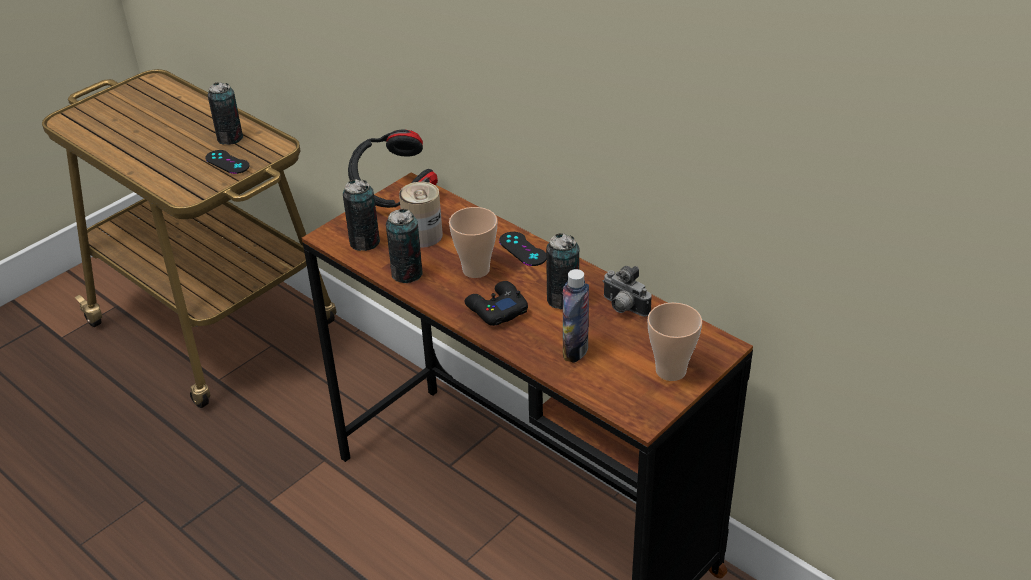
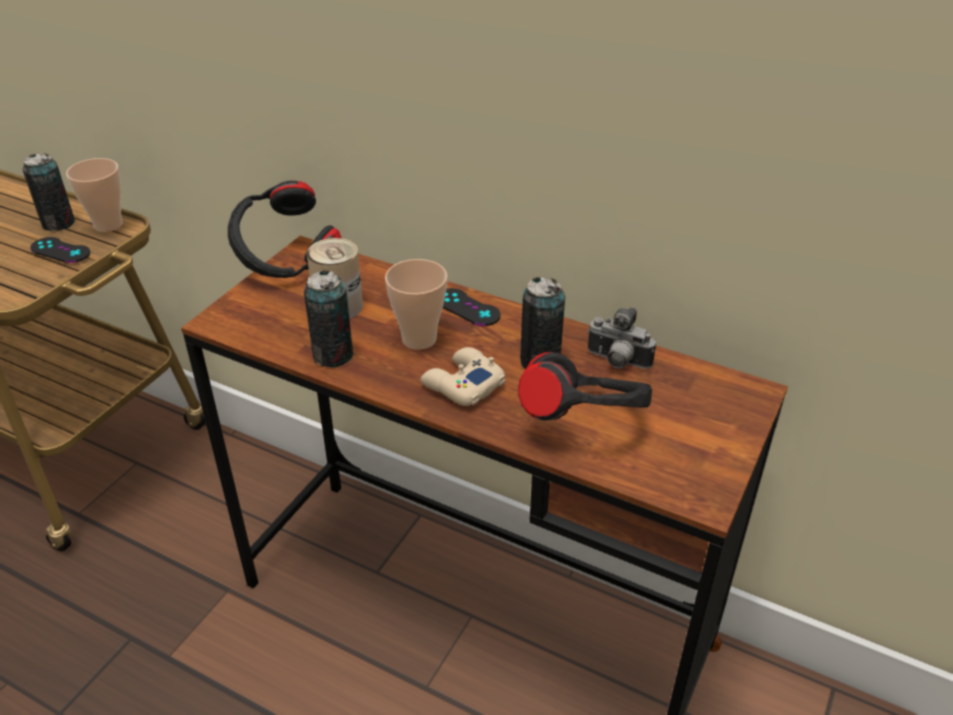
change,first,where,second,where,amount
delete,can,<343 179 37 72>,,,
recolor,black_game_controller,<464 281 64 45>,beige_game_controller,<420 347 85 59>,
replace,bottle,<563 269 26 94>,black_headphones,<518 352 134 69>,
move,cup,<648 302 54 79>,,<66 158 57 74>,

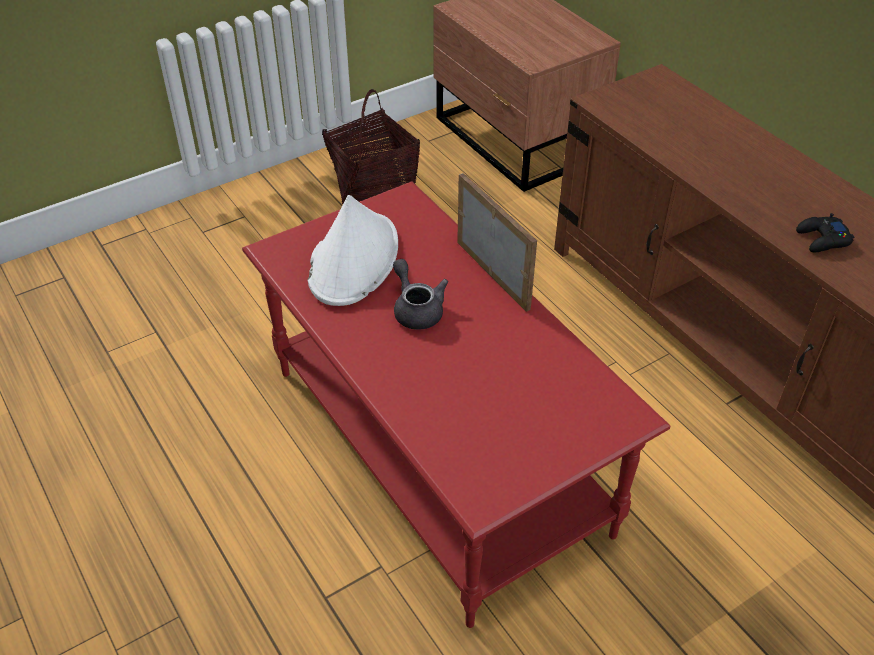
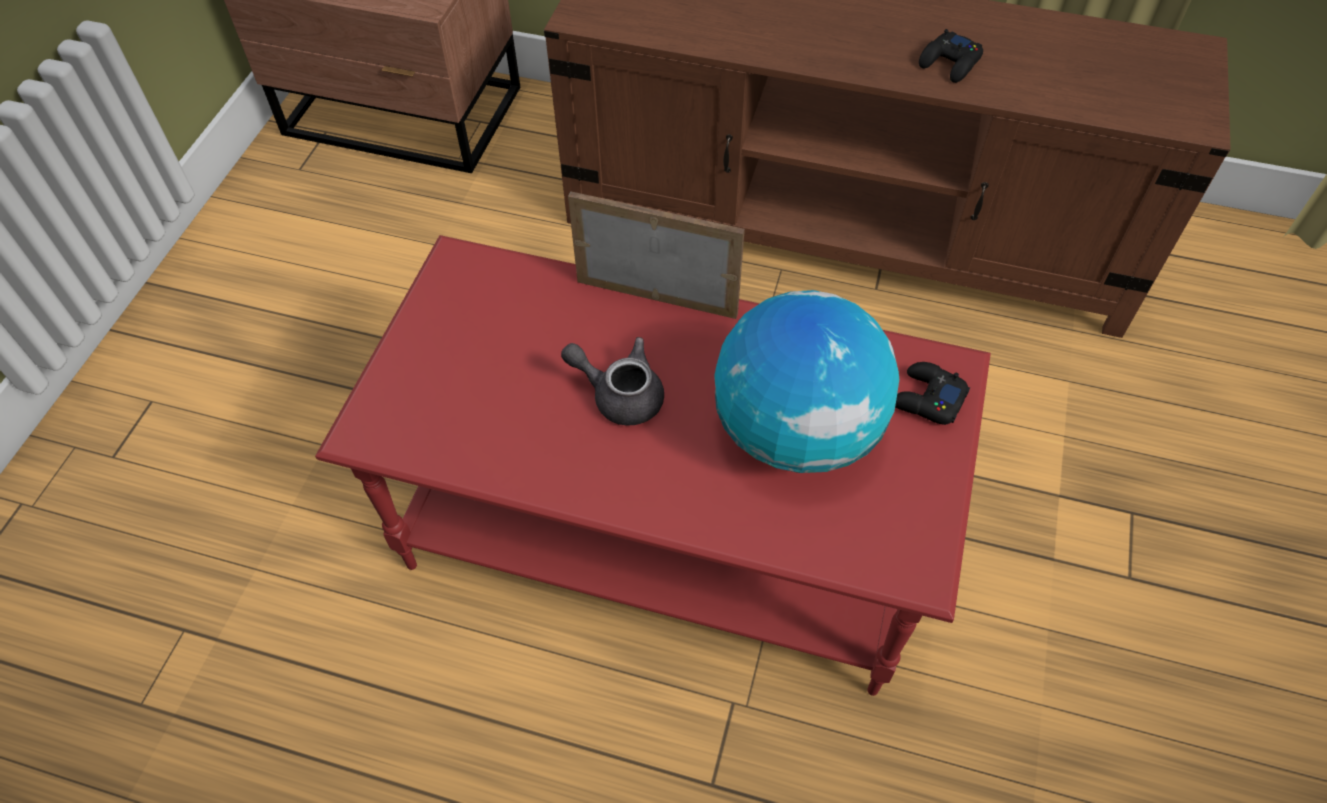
change,first,where,second,where,amount
delete,white_hat,<308 195 90 111>,,,
delete,basket,<322 89 98 115>,,,
insert,,,globe,<714 290 185 183>,
insert,,,black_game_controller,<895 362 75 63>,

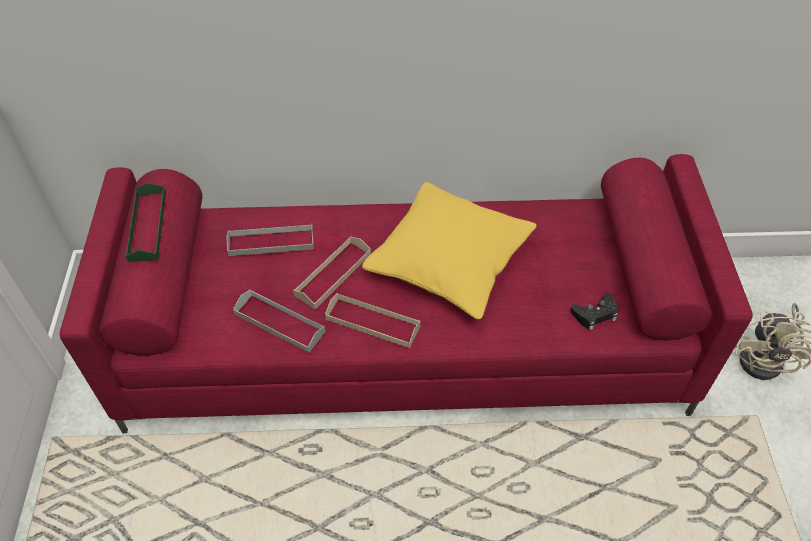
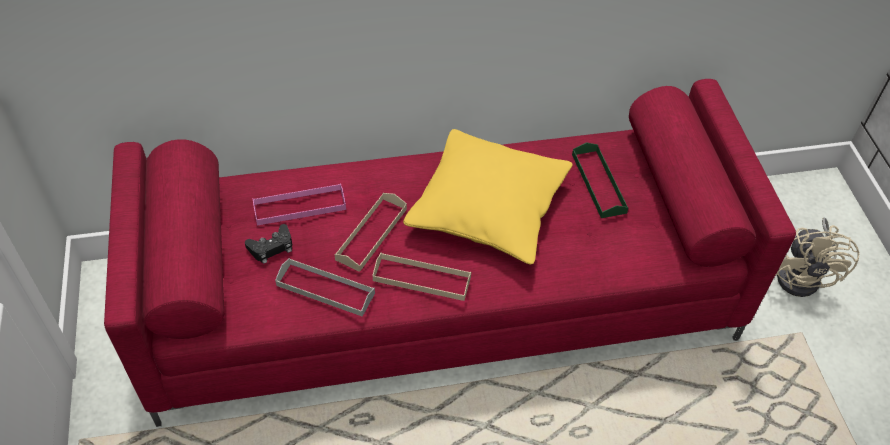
change,first,where,second,where,amount
move,green_tray,<125 183 41 79>,,<572 142 57 76>,
recolor,grey_tray,<227 225 87 31>,pink_tray,<253 183 93 42>,
move,black_game_controller,<571 293 48 37>,,<245 224 47 40>,

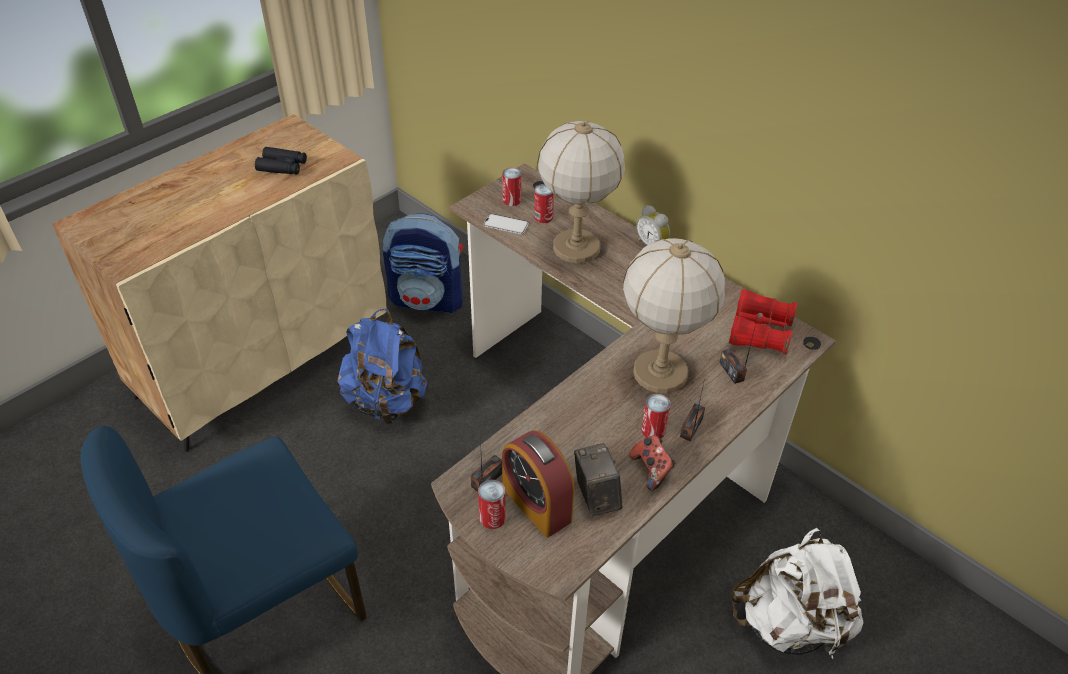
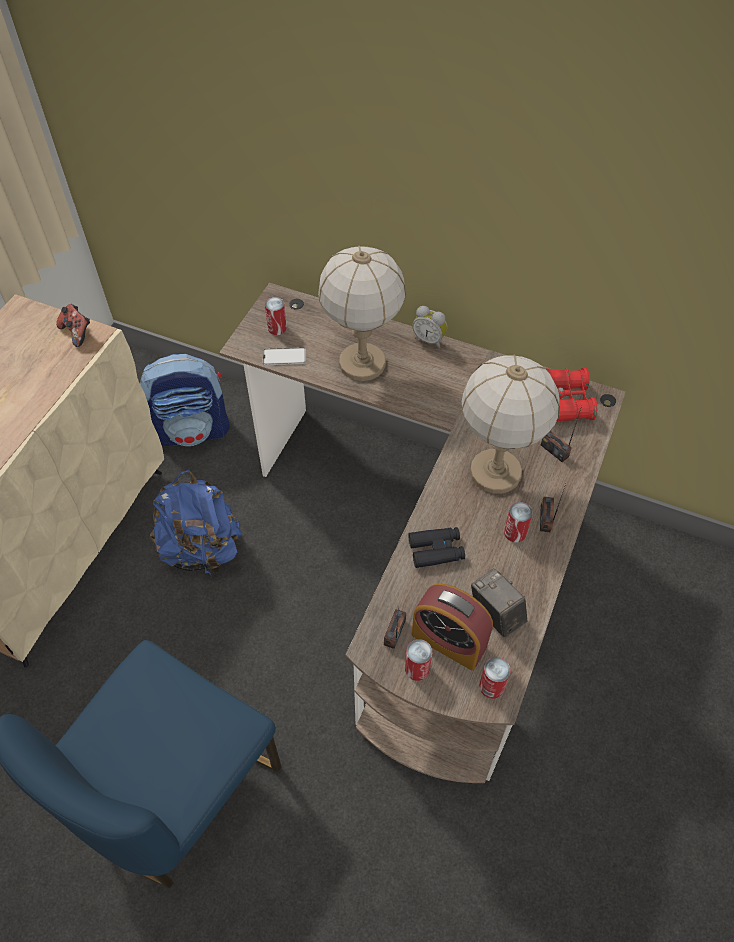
change,first,where,second,where,amount
move,black_binoculars,<255 147 52 28>,,<408 527 57 41>,
move,can,<534 184 20 39>,,<479 657 32 42>,
move,game_controller,<629 435 47 56>,,<56 304 34 43>,
delete,white_backpack,<732 528 132 131>,,,

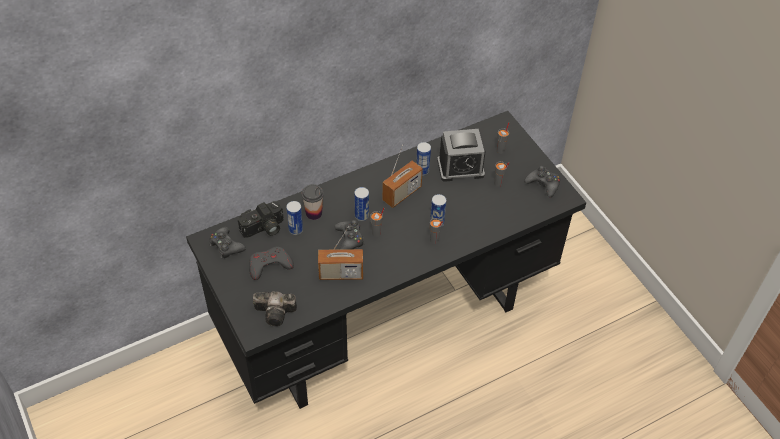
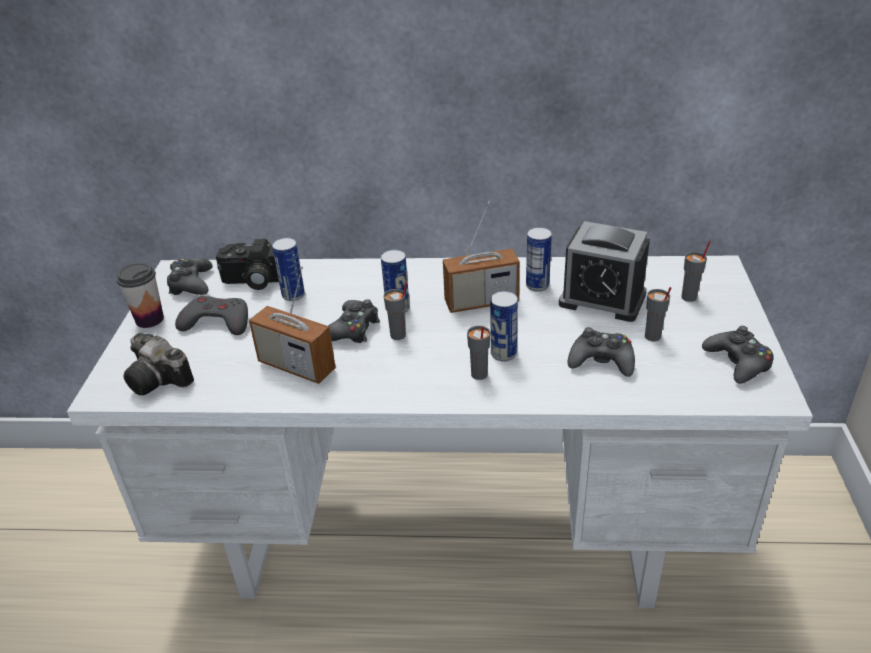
change,first,where,second,where,amount
recolor,black_desk,<186 111 400 298>,white_desk,<67 256 746 352>,
move,cup,<302 184 22 36>,,<116 263 48 65>,
insert,,,black_game_controller,<568 327 67 50>,

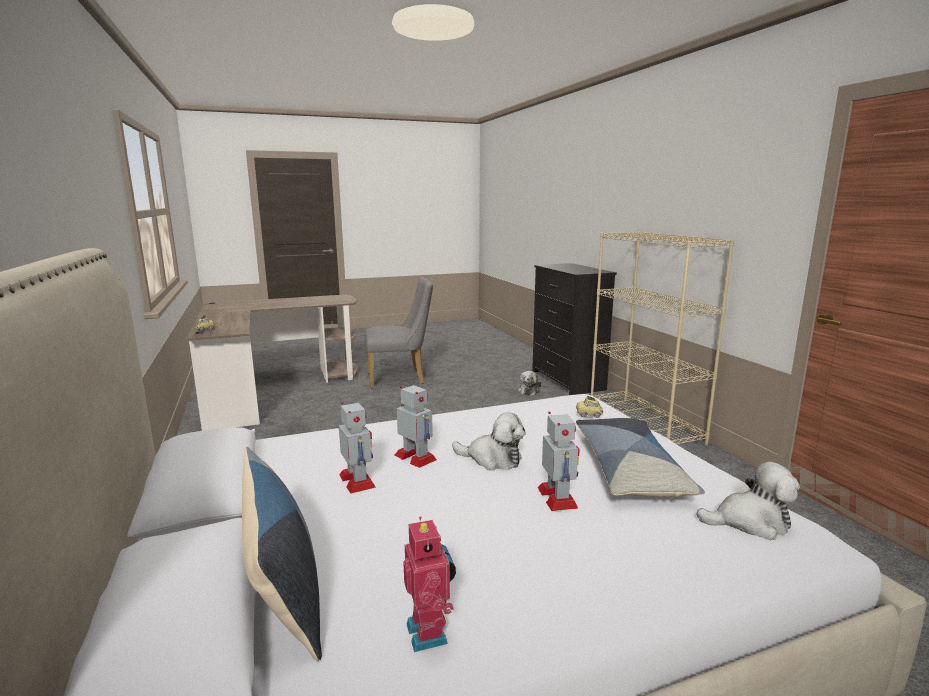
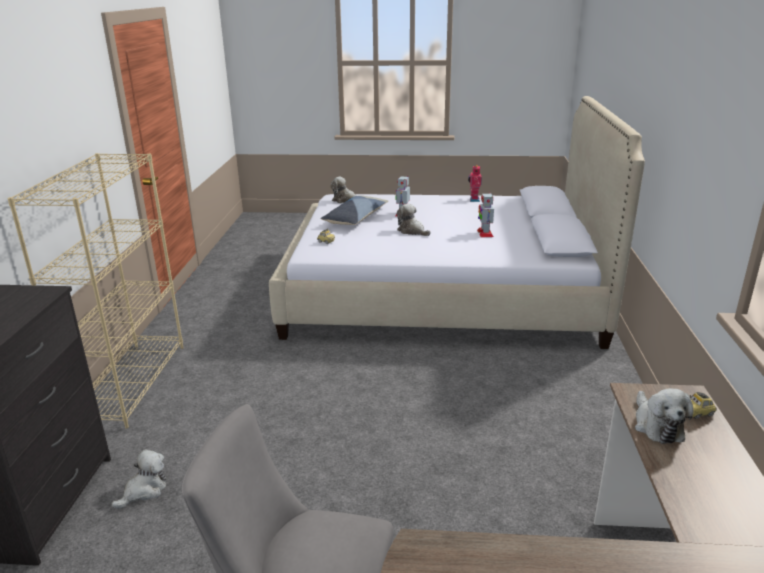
change,first,where,second,where,amount
delete,pillow,<242 447 80 214>,,,
delete,toy_robot,<395 385 42 83>,,,
insert,,,plush_toy,<635 388 58 56>,

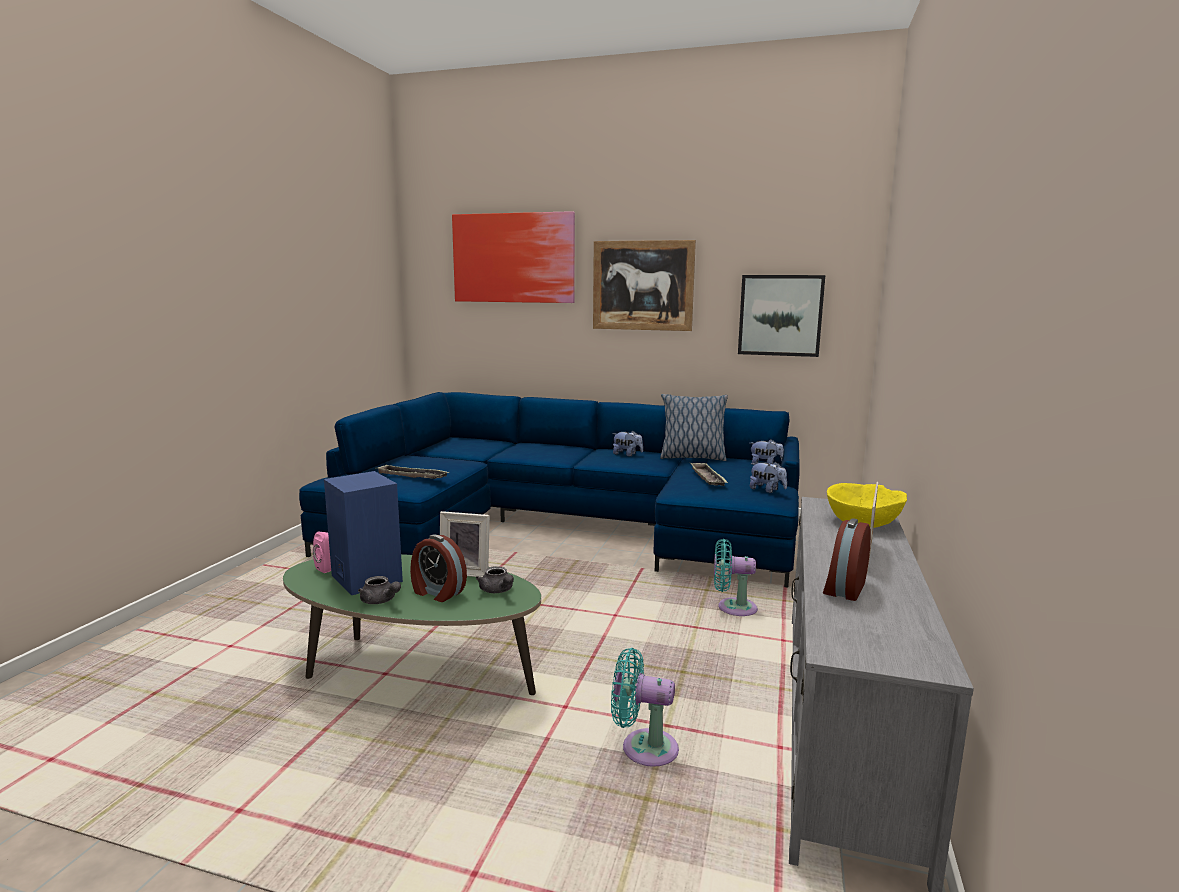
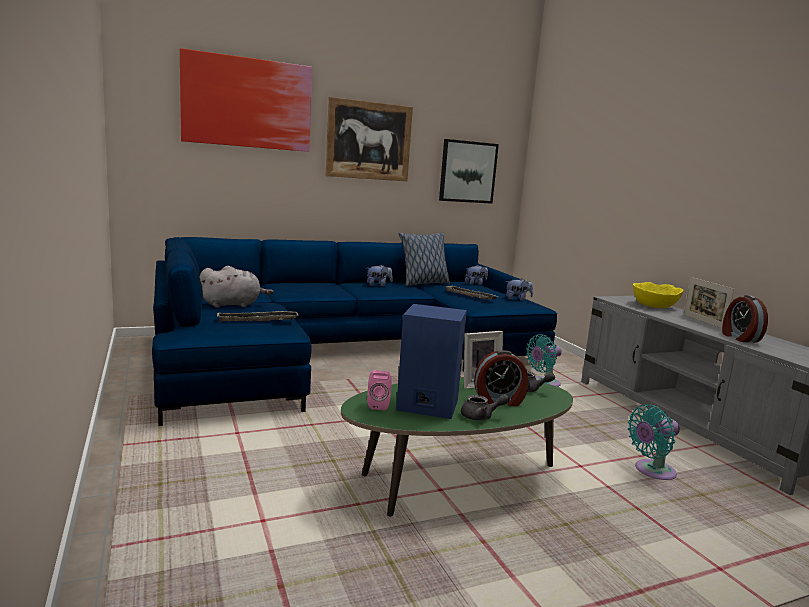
change,first,where,second,where,amount
insert,,,grey_plush_toy,<200 266 74 42>,

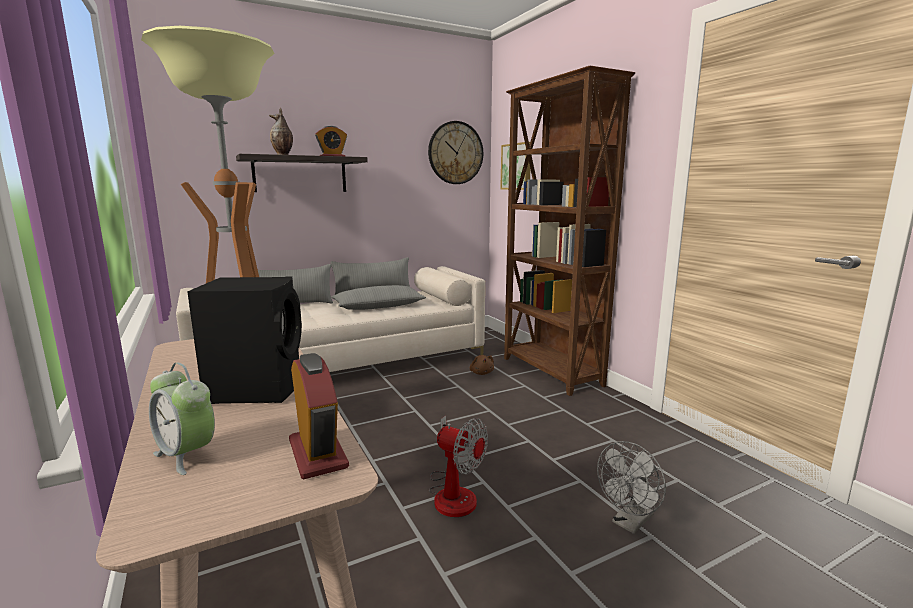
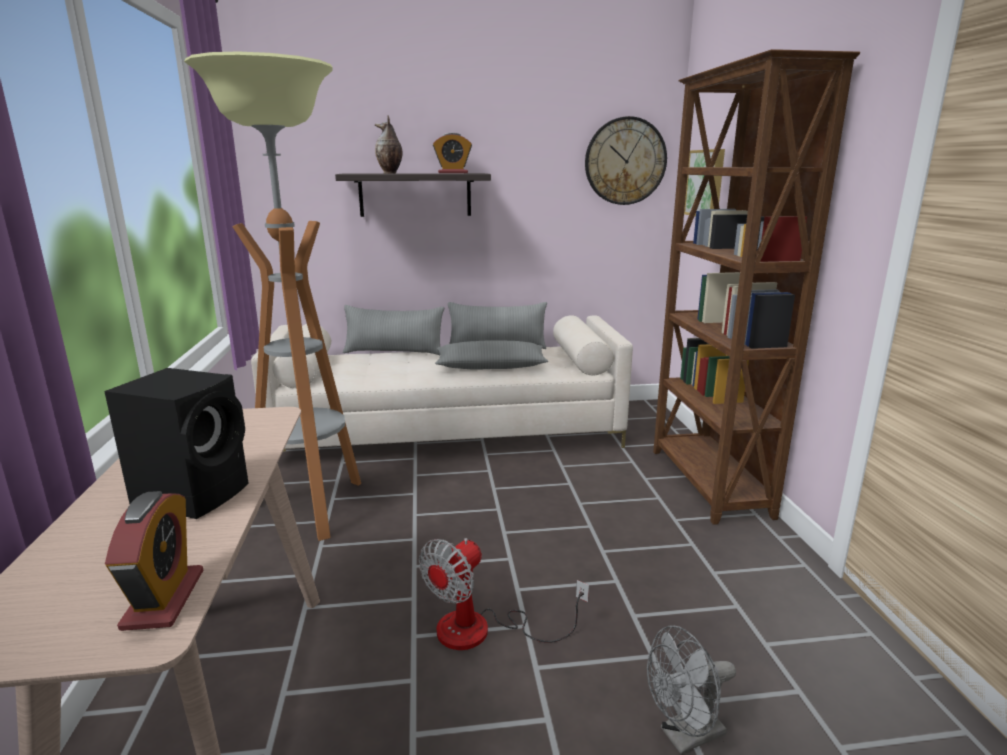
change,first,where,second,where,amount
delete,alarm_clock,<149 363 66 112>,,,
rotate,fan,<429 416 59 101>,,<419 538 170 112>,75 degrees clockwise
delete,brown_plush_toy,<470 355 24 20>,,,

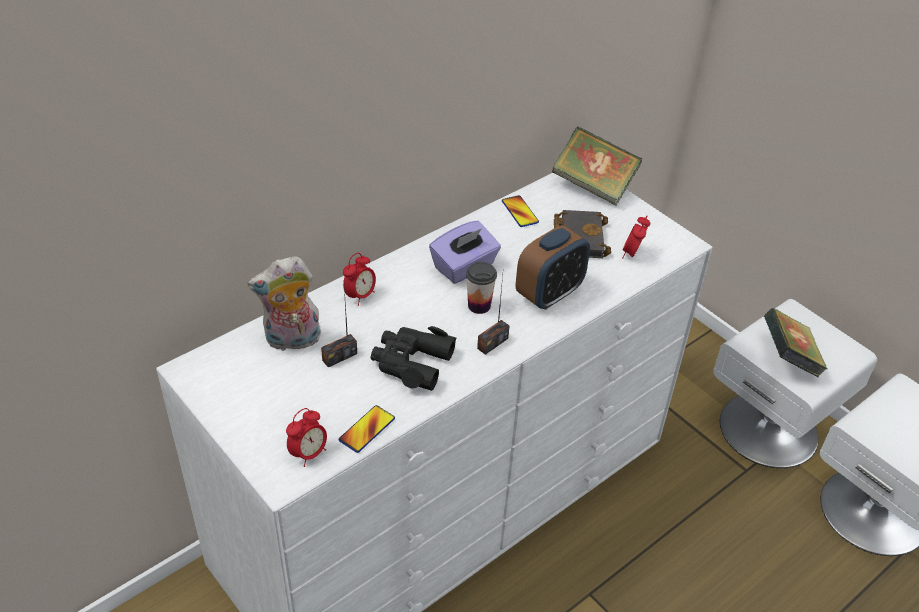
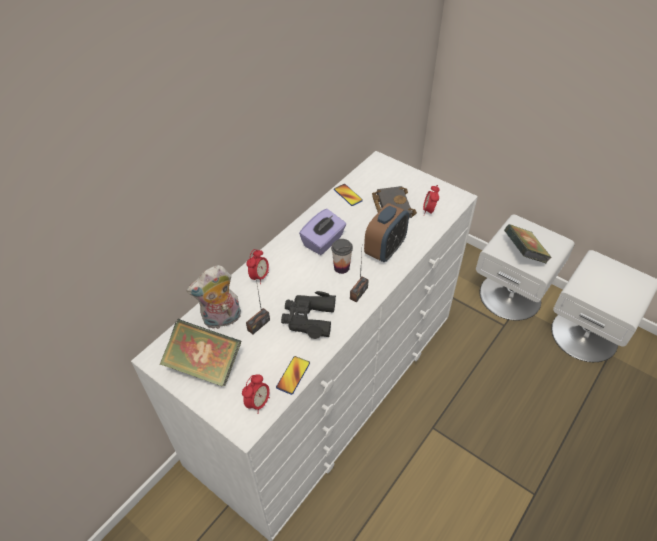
change,first,where,second,where,amount
move,book,<552 127 90 79>,,<160 319 81 68>,

